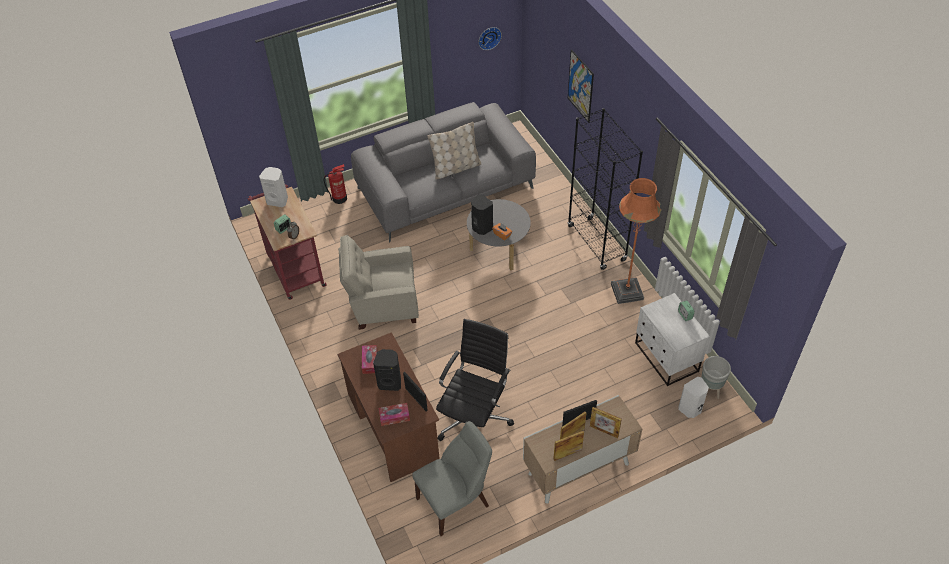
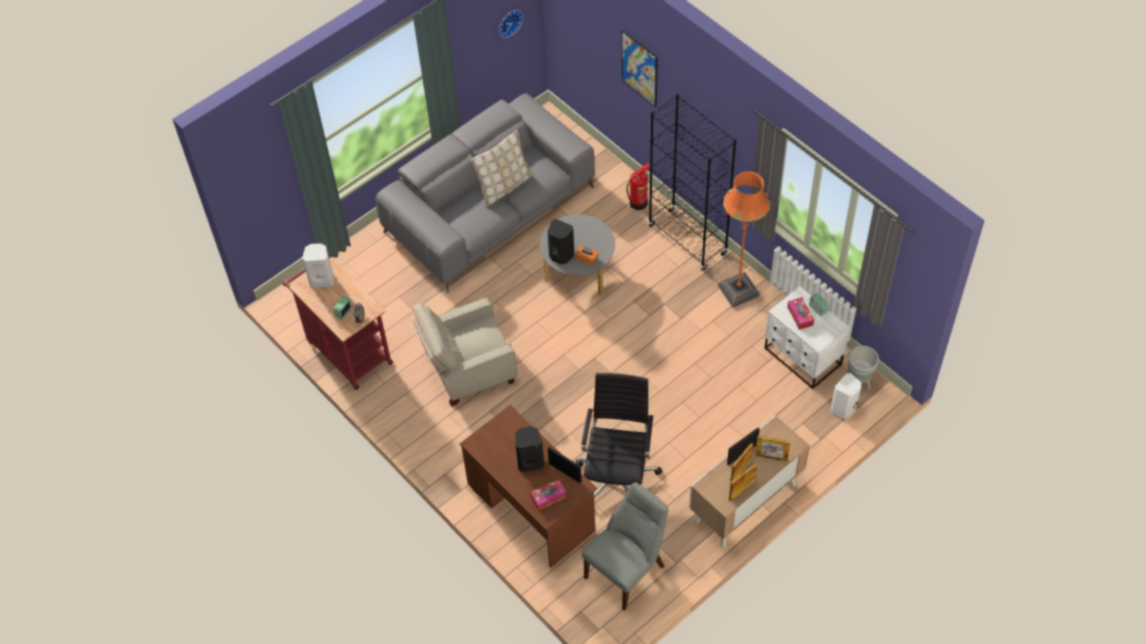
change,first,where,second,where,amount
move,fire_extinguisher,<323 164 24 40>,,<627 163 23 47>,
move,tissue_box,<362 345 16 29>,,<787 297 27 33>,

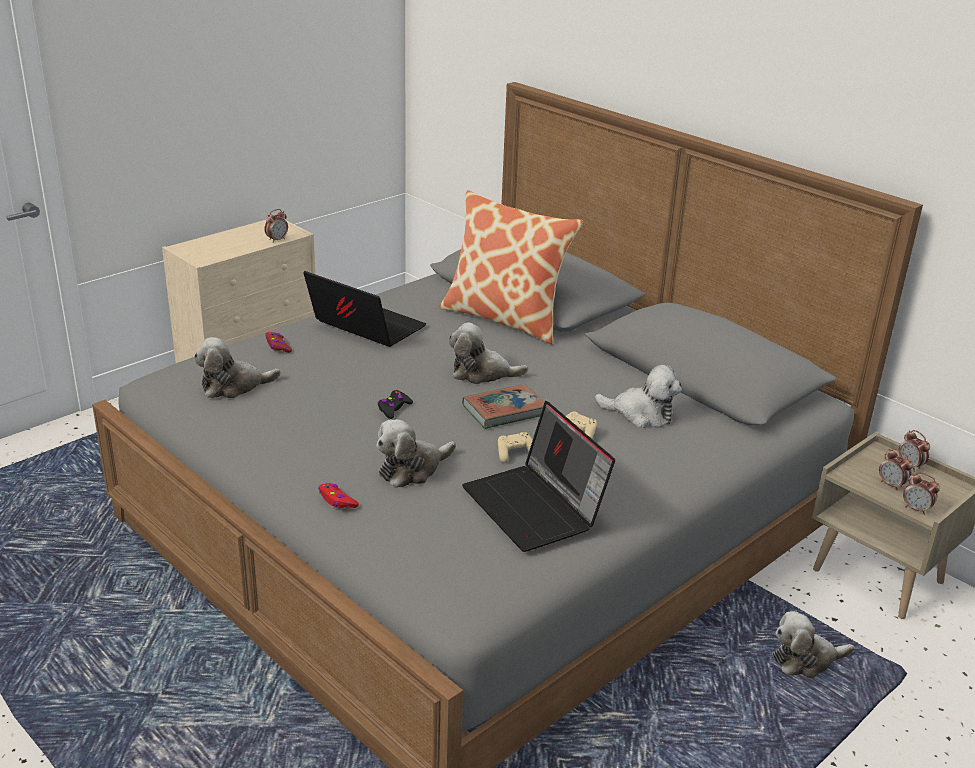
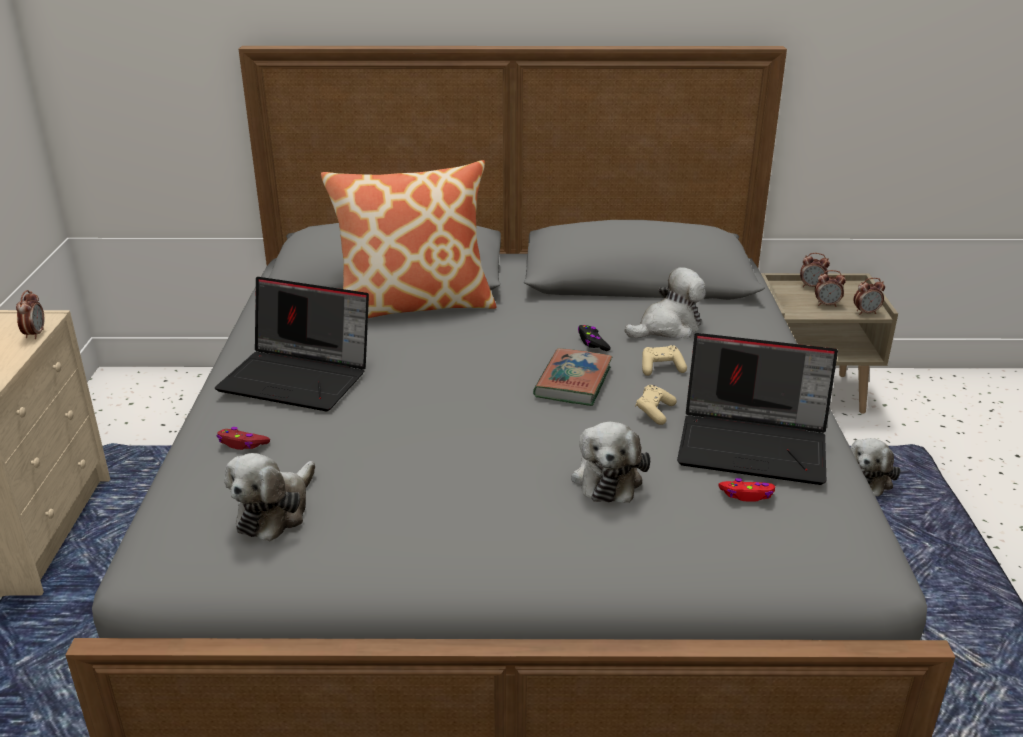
change,first,where,second,where,amount
rotate,laptop,<304 271 122 76>,,<215 277 154 134>,150 degrees counterclockwise
move,red_game_controller,<318 483 41 25>,,<719 478 56 24>,
move,black_game_controller,<377 390 36 29>,,<578 325 33 26>,
delete,plush_toy,<449 323 79 61>,,,

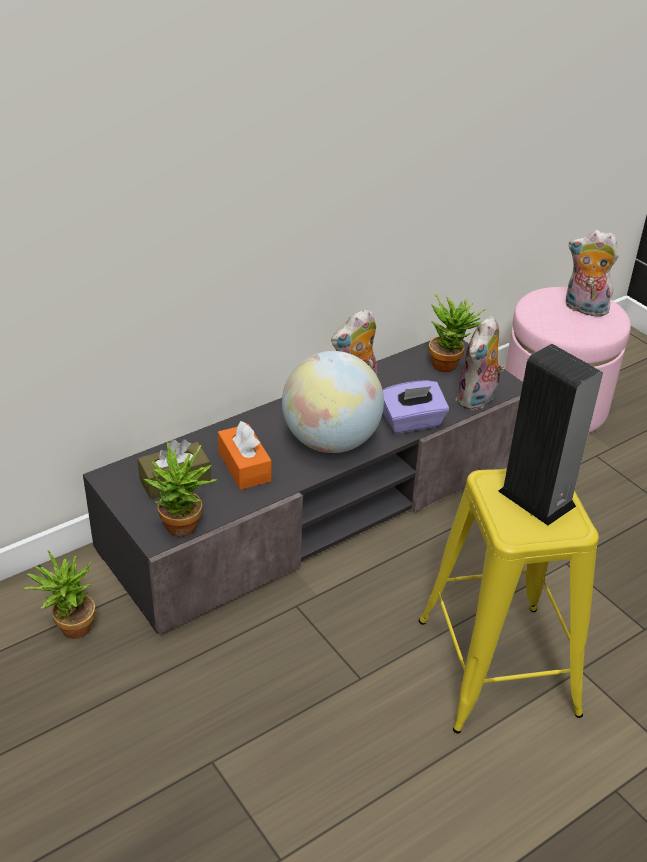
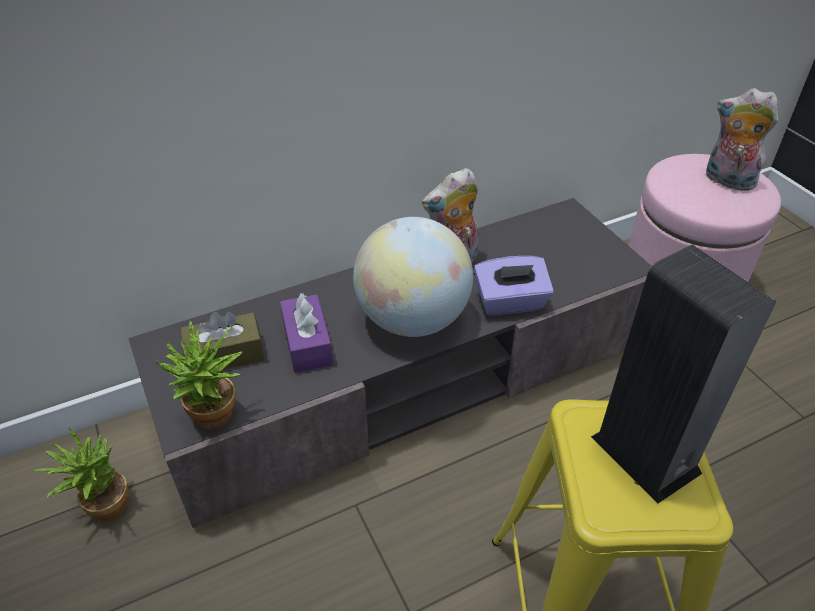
change,first,where,second,where,amount
recolor,orange_tissue_box,<218 421 54 69>,purple_tissue_box,<280 293 53 80>,
delete,potted_plant,<429 293 58 79>,,,
delete,plush_toy,<456 315 48 95>,,,

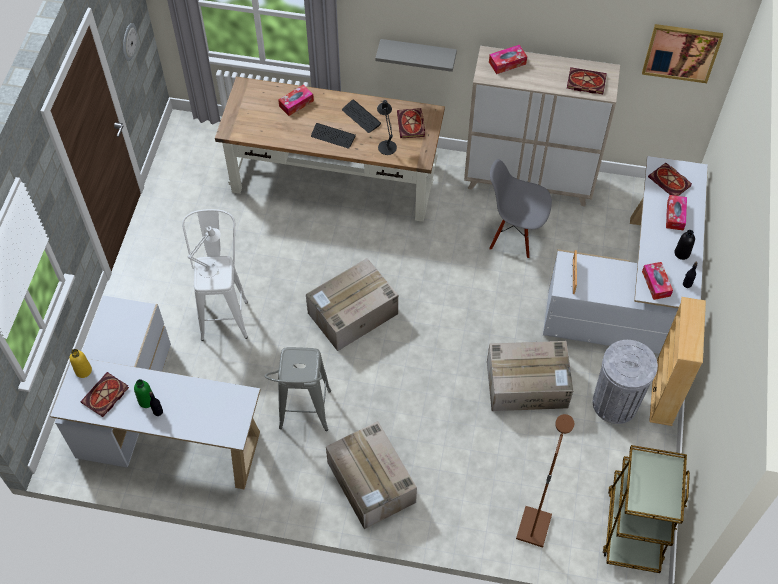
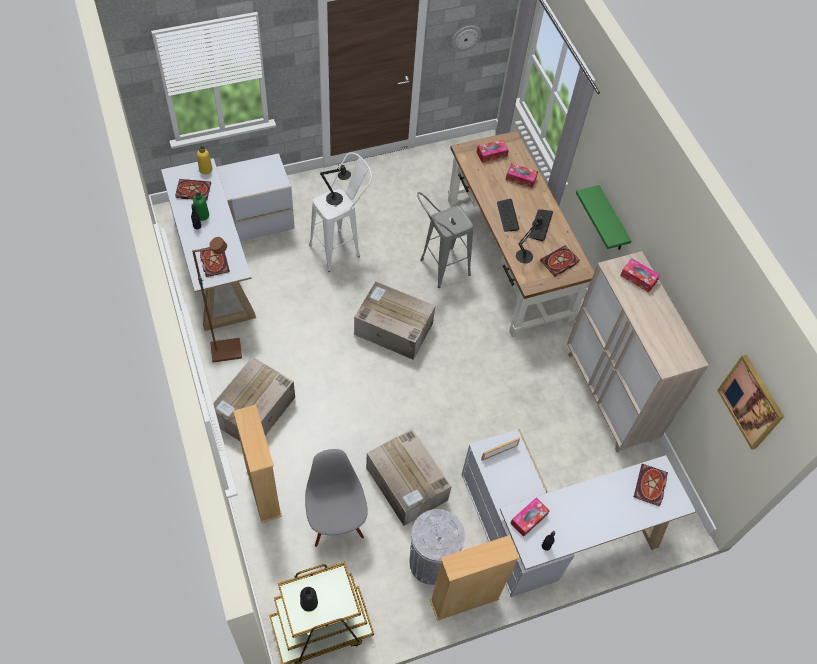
change,first,where,second,where,amount
recolor,white_table_lamp,<188 226 33 52>,black_table_lamp,<320 163 31 42>,
move,grey_stool,<264 347 67 84>,,<417 192 56 96>,
recolor,grey_shelf,<375 39 82 33>,green_shelf,<576 185 55 65>,
move,grey_chair,<489 159 63 99>,,<305 449 63 98>,
move,brown_floor_lamp,<516 414 58 134>,,<192 237 50 125>,
move,book,<567 67 40 27>,,<200 247 30 30>,
move,tissue_box,<666 195 21 36>,,<477 140 32 23>,
move,black_bottle,<675 230 20 30>,,<300 587 18 25>,
insert,,,beige_bookcase,<233 405 49 118>,

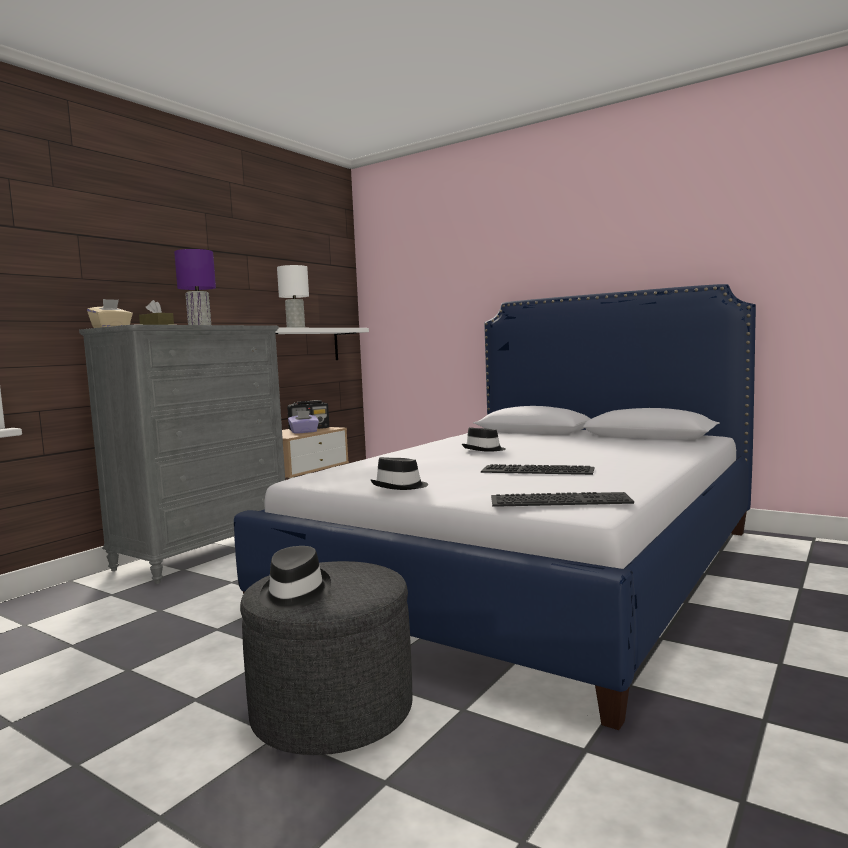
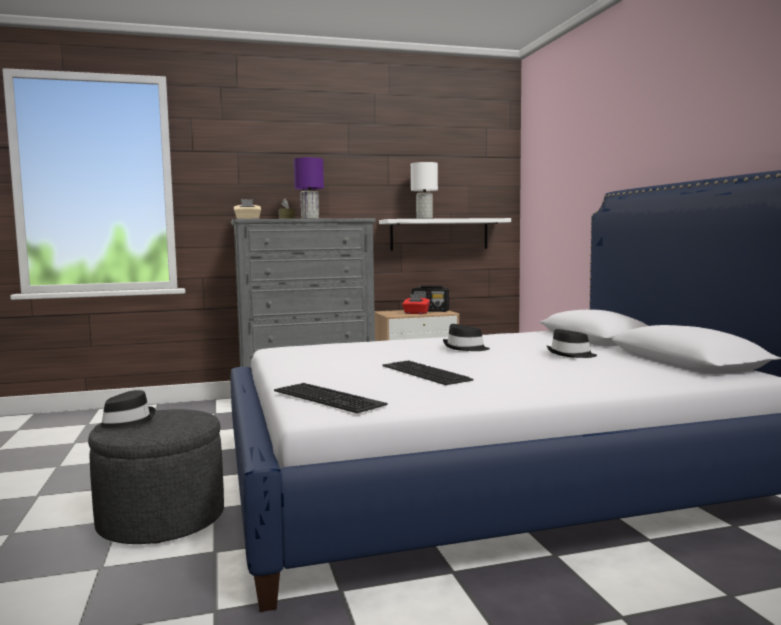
change,first,where,second,where,amount
recolor,purple_tissue_box,<288 410 31 24>,red_tissue_box,<402 294 28 20>,
move,black_hat,<371 457 57 33>,,<546 329 51 29>,

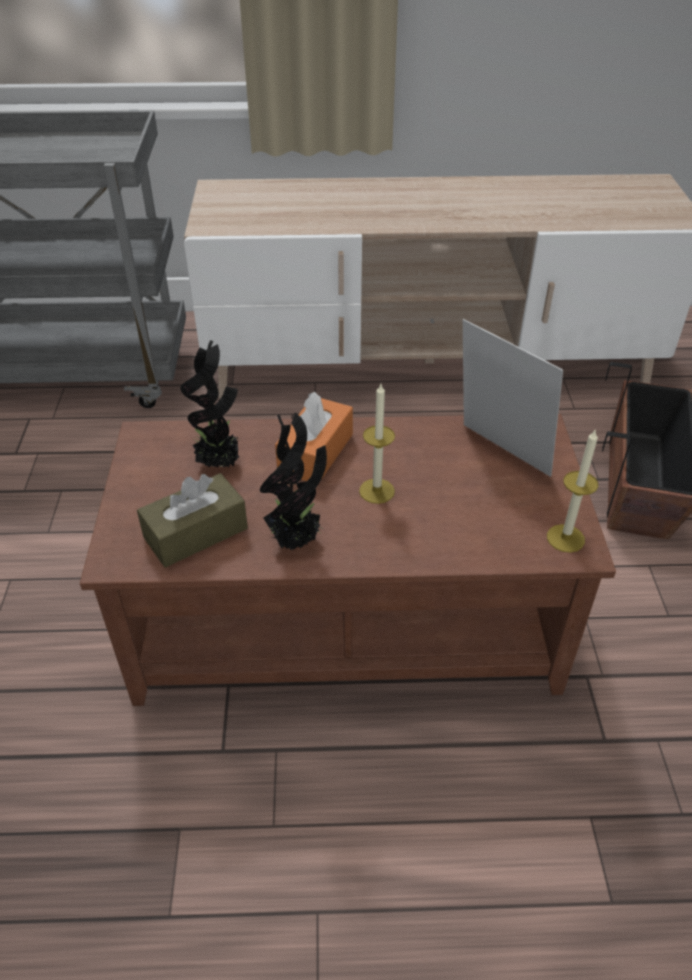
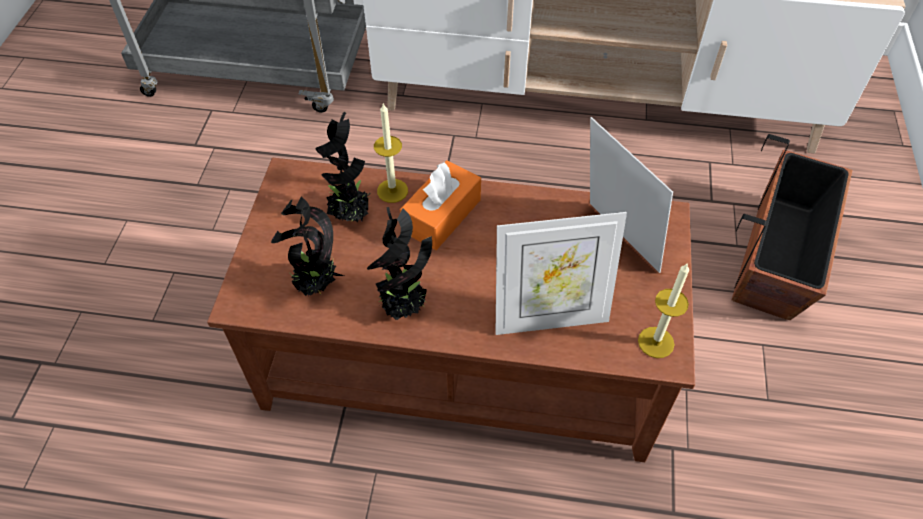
change,first,where,second,where,amount
replace,brown_tissue_box,<137 473 111 94>,potted_plant,<271 196 73 100>,
move,candle,<359 384 36 120>,,<374 102 34 101>,
insert,,,picture_frame,<495 212 132 123>,

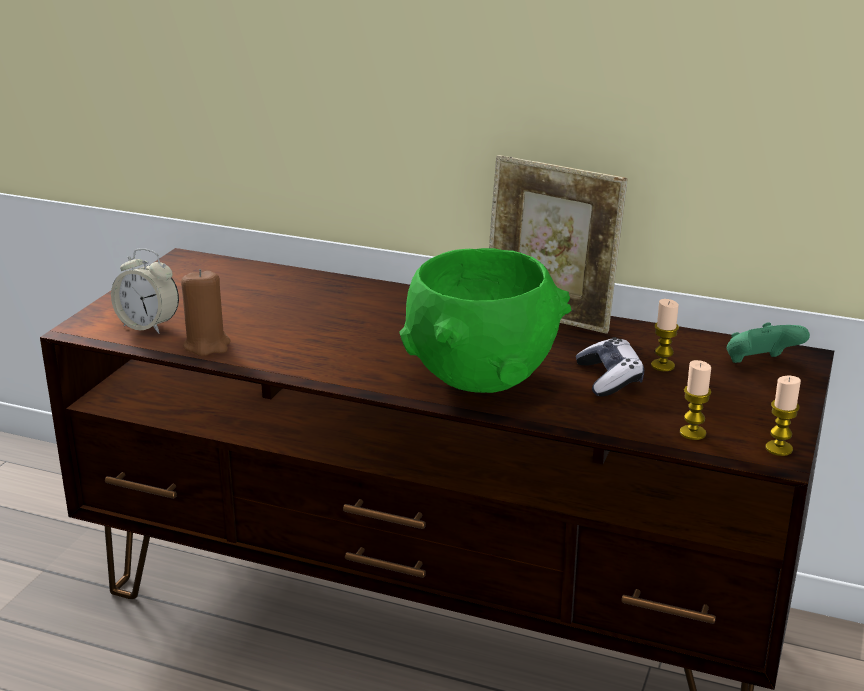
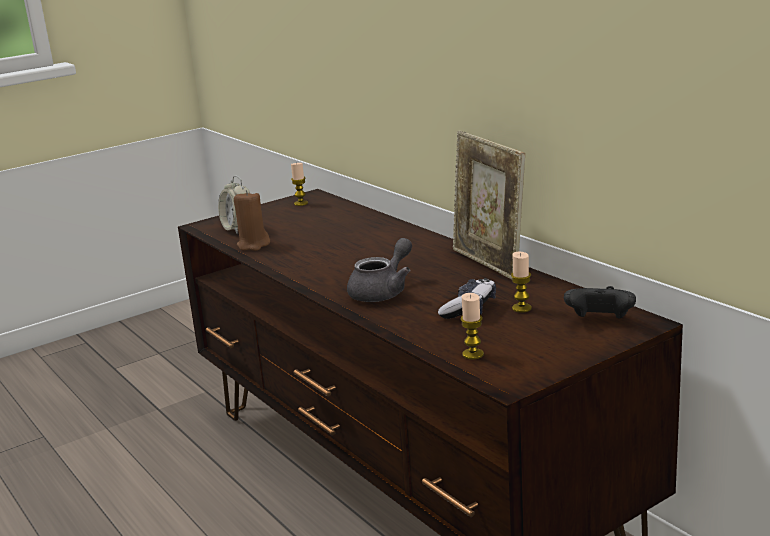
change,first,where,second,where,amount
replace,green_bowl,<399 248 172 145>,grey_teapot,<347 238 65 64>,
recolor,green_game_controller,<727 322 83 41>,black_game_controller,<564 286 72 33>,
move,candle,<766 376 35 80>,,<291 162 17 44>,

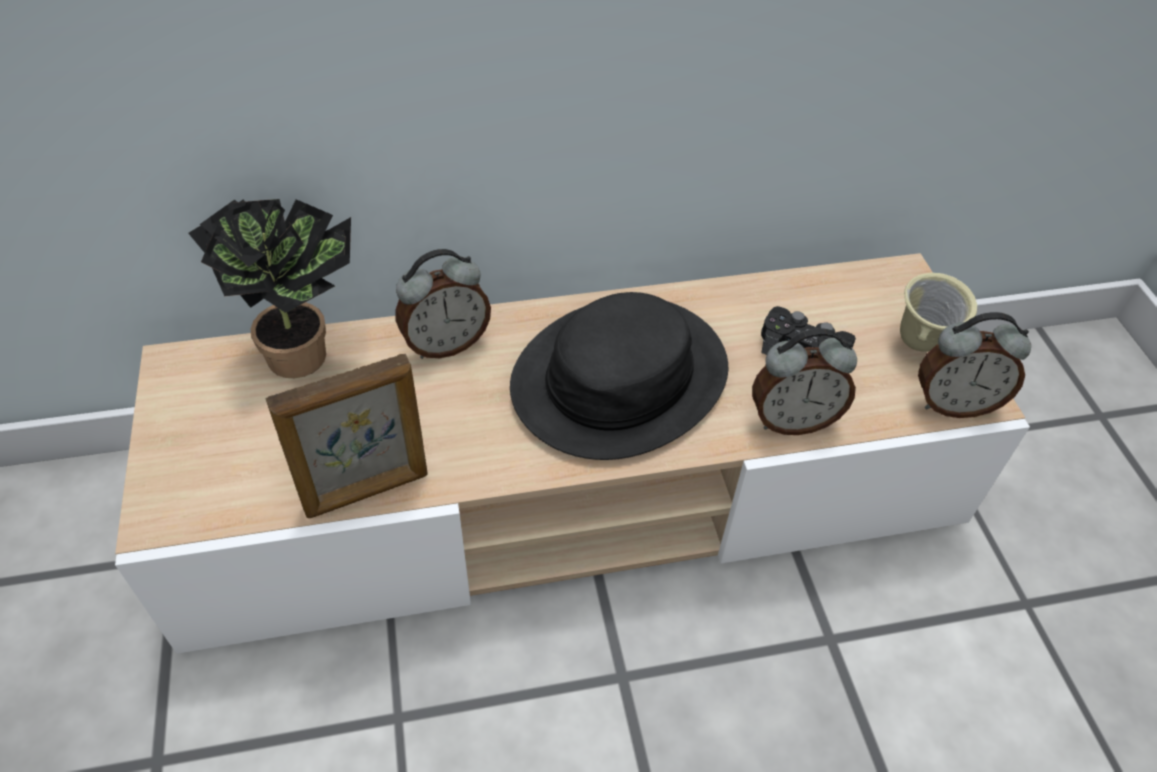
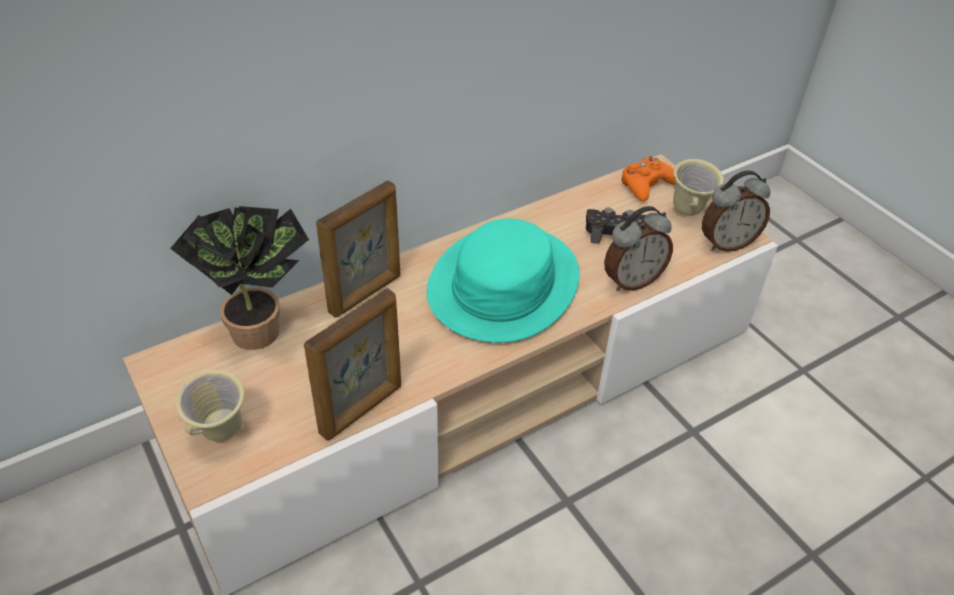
change,first,where,second,where,amount
replace,alarm_clock,<396 249 95 110>,picture_frame,<316 180 84 138>,
recolor,black_hat,<510 292 218 168>,turquoise_hat,<427 219 152 124>,
insert,,,beige_mug,<175 370 70 72>,
insert,,,orange_game_controller,<621 156 55 46>,

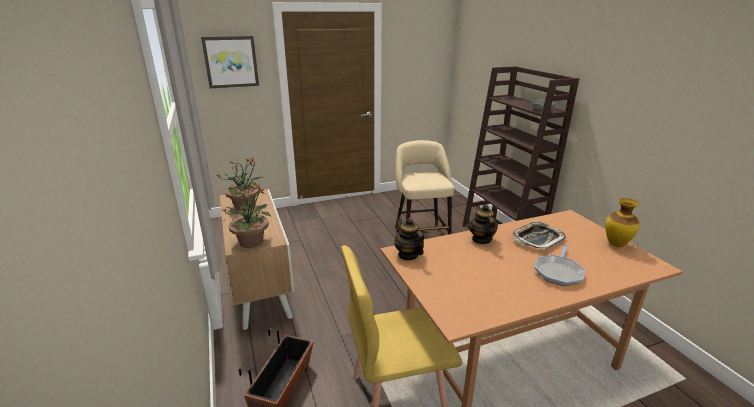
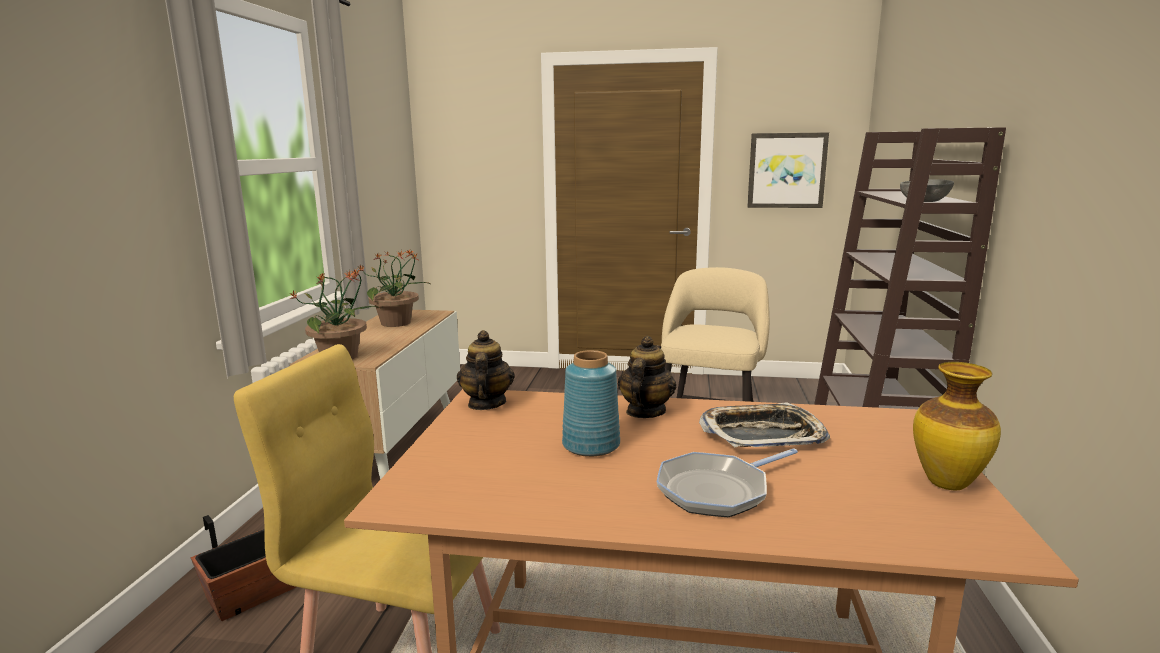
change,first,where,second,where,amount
move,picture,<201 36 58 52>,,<747 132 82 76>,
insert,,,blue_vase,<562 350 58 107>,

